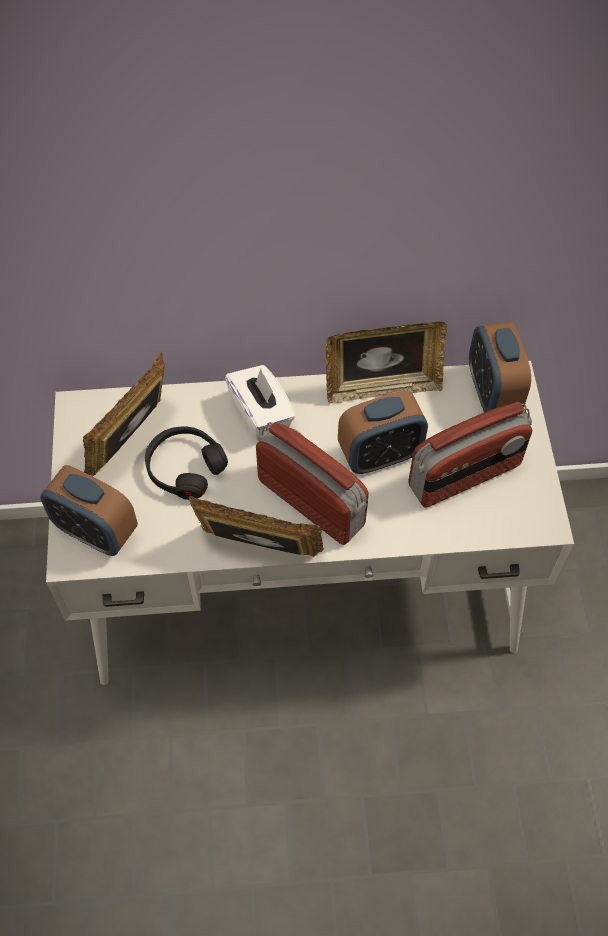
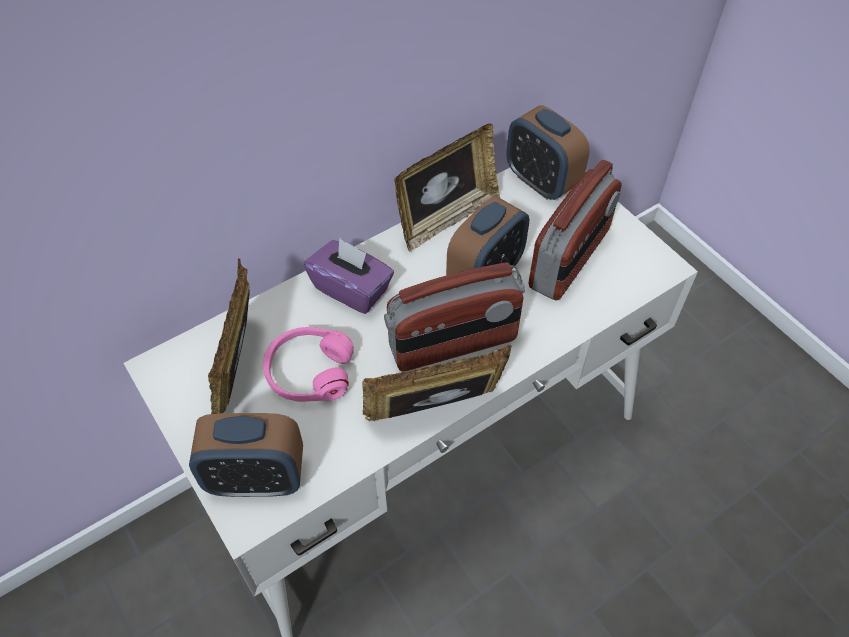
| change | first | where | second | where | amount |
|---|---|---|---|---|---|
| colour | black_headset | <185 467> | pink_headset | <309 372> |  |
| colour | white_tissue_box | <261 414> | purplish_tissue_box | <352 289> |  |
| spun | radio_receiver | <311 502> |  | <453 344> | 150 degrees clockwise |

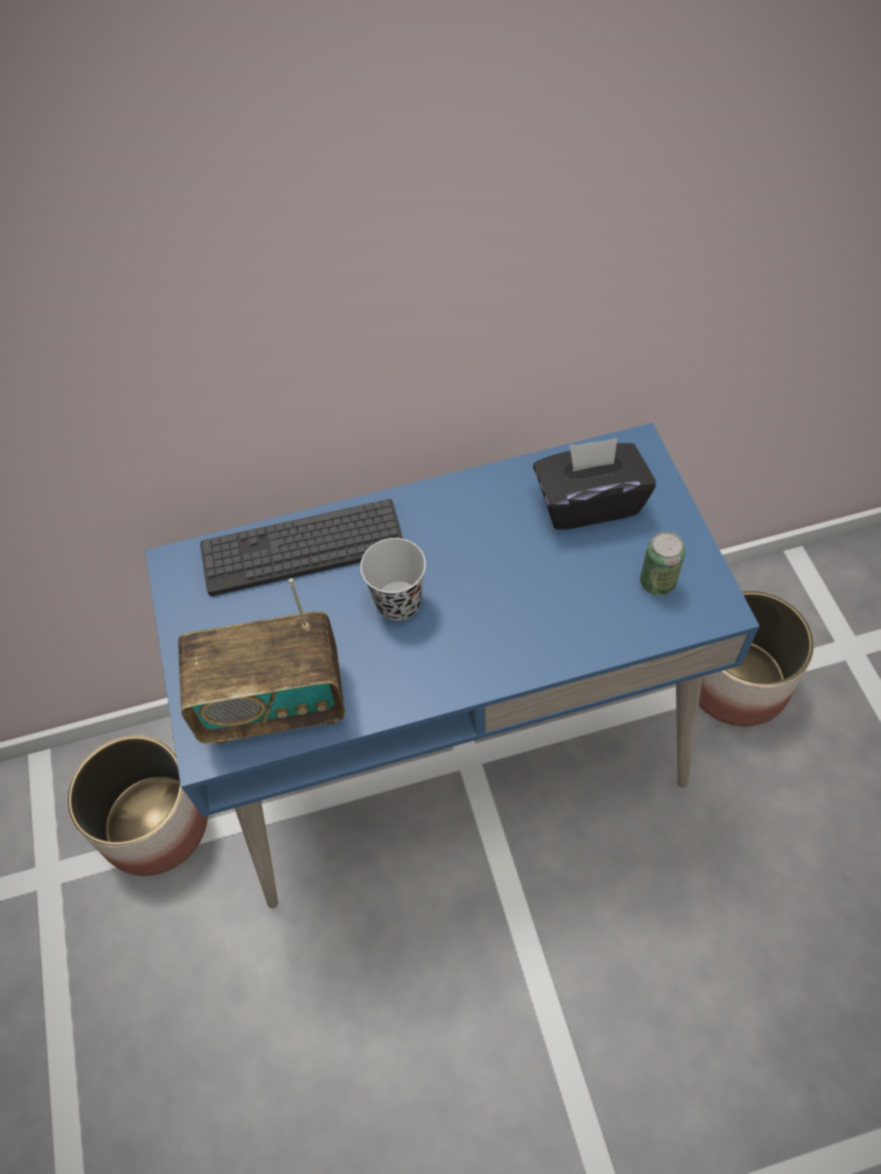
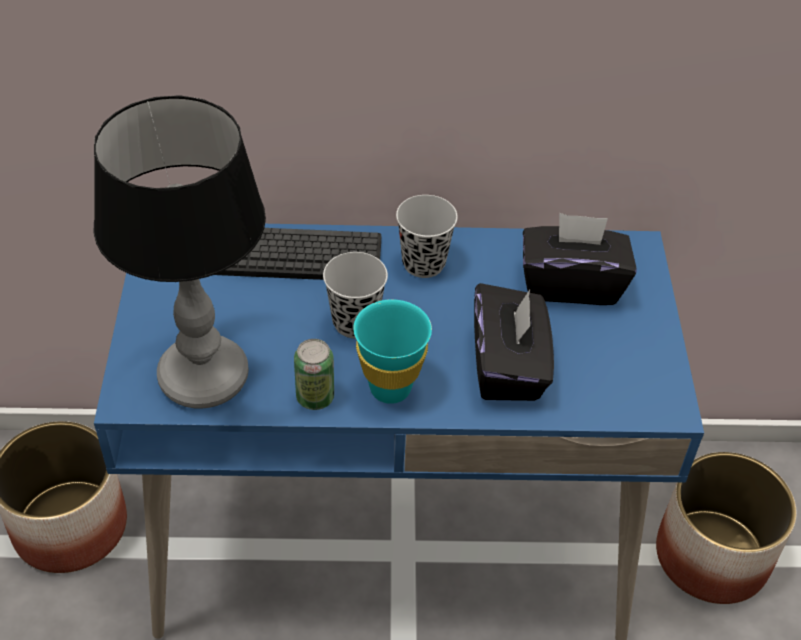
| change | first | where | second | where | amount |
|---|---|---|---|---|---|
| exchanged | radio_receiver | <273 703> | lamp_for_a_table | <205 376> |  |
| relocated | can | <657 582> |  | <315 397> |  |
| appeared |  |  | blue-green_cup | <390 388> |  |
| appeared |  |  | black_cup | <423 263> |  |
| appeared |  |  | black_tissue_box | <508 366> |  |

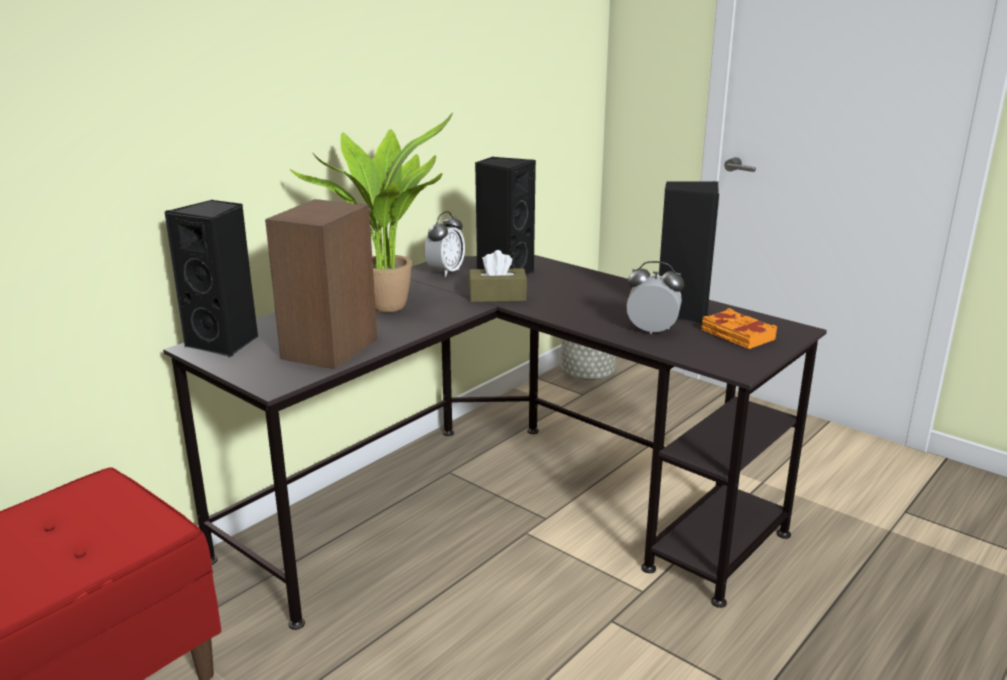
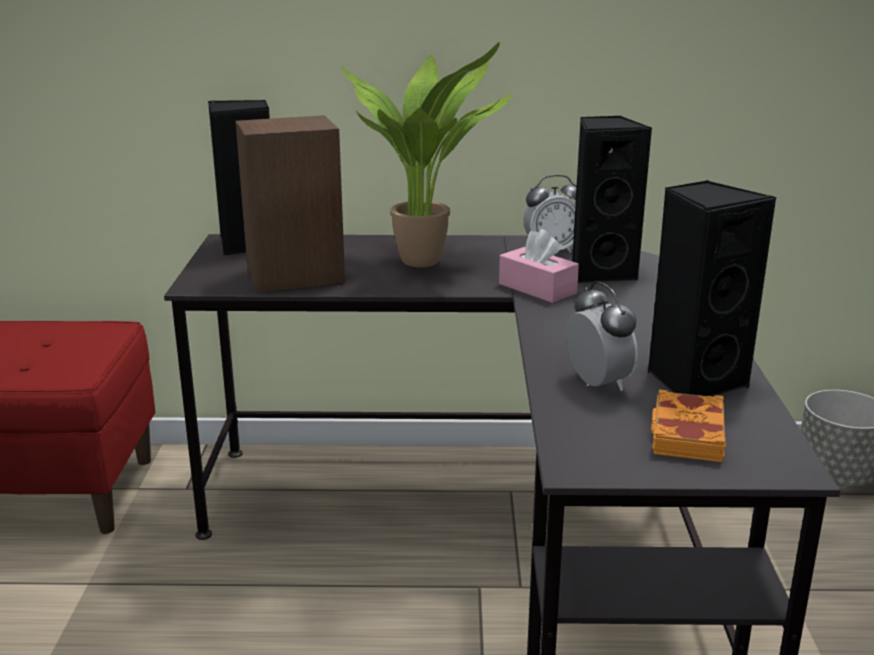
| change | first | where | second | where | amount |
|---|---|---|---|---|---|
| colour | brownish_tissue_box | <497 296> | pink_tissue_box | <537 288> |  |

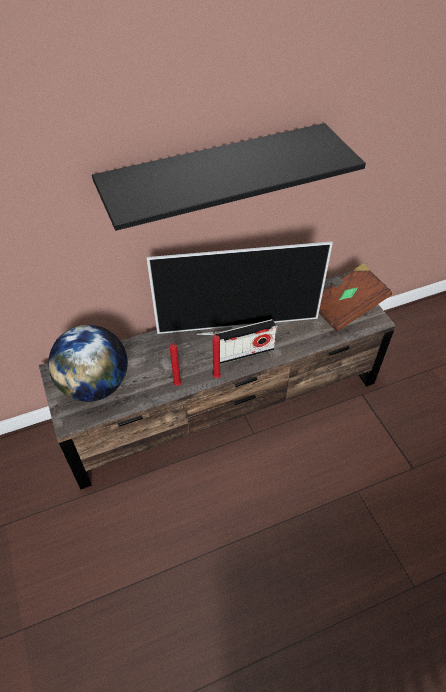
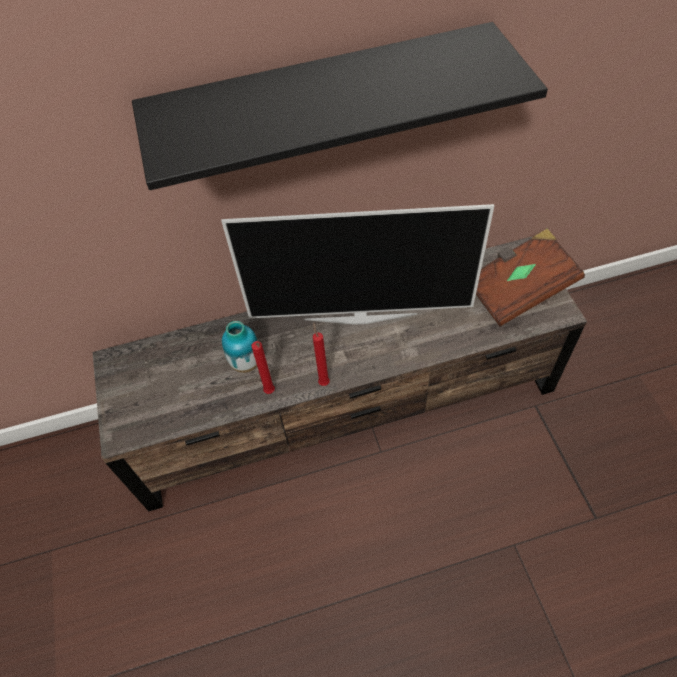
| change | first | where | second | where | amount |
|---|---|---|---|---|---|
| appeared |  |  | flower_vase | <246 363> |  |
| missing | desk_globe | <95 385> |  |  |  |
| missing | radio_receiver | <244 353> |  |  |  |

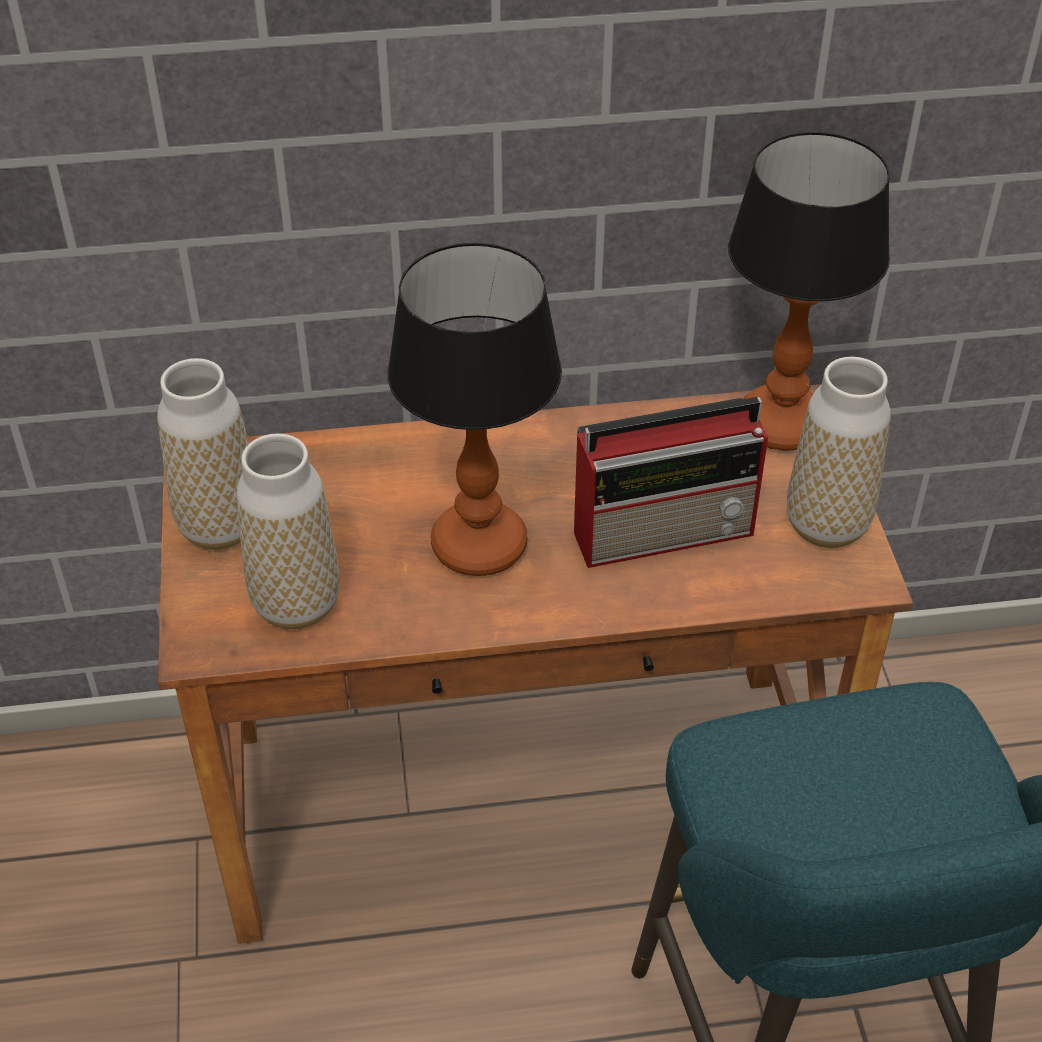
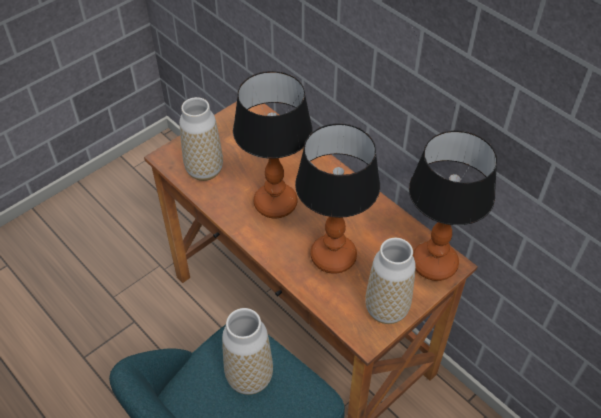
| change | first | where | second | where | amount |
|---|---|---|---|---|---|
| relocated | flower_vase | <220 527> |  | <249 377> |  |
| exchanged | radio_receiver | <667 531> | lamp_for_a_table | <334 256> |  |

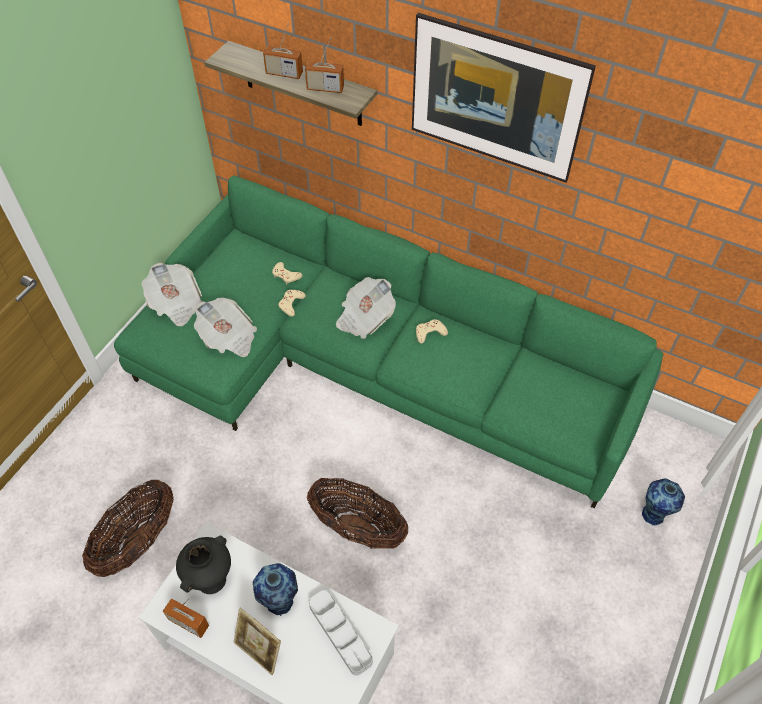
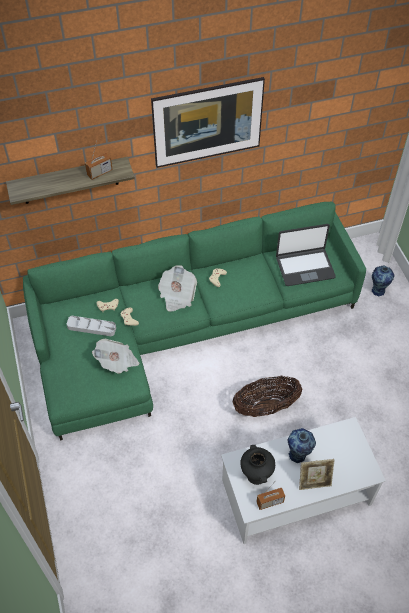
| change | first | where | second | where | amount |
|---|---|---|---|---|---|
| relocated | gray_carrying_tray | <340 633> |  | <91 327> |  |
| appeared |  |  | portable_computer | <304 267> |  |
| missing | household_basket | <138 541> |  |  |  |
| missing | printed_paper | <176 304> |  |  |  |
| missing | radio_receiver | <284 73> |  |  |  |

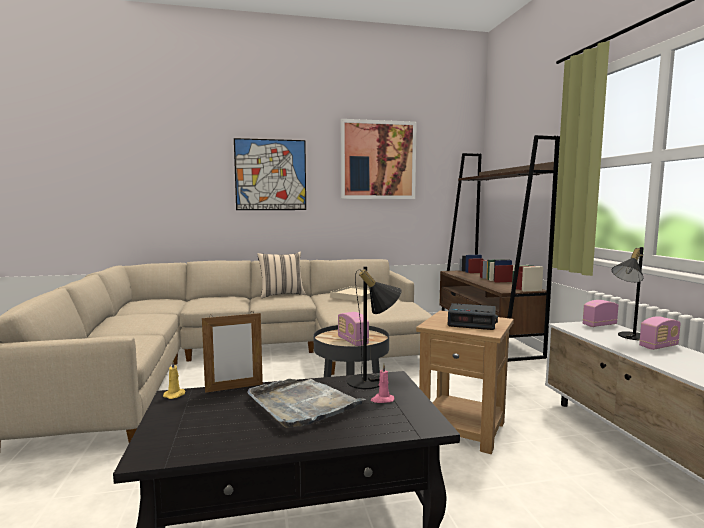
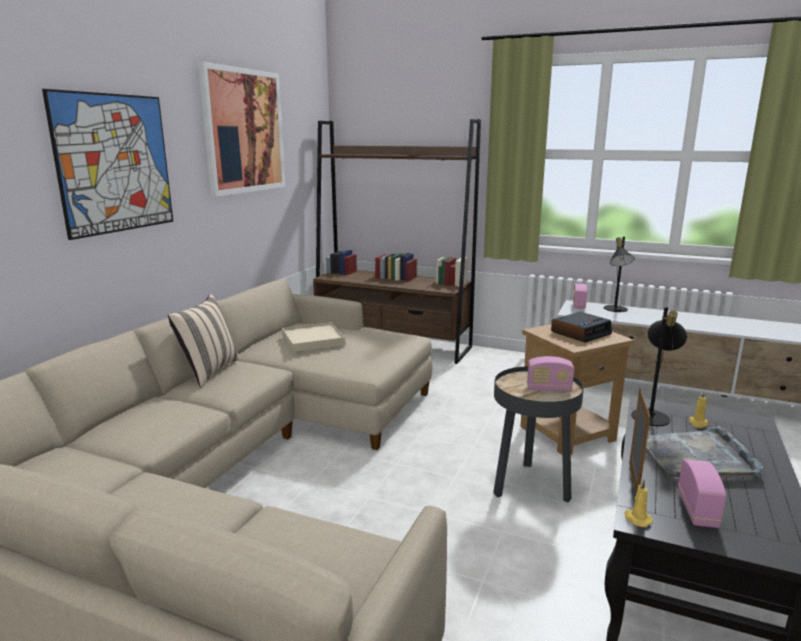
| change | first | where | second | where | amount |
|---|---|---|---|---|---|
| relocated | radio_receiver | <658 346> |  | <697 510> |  |
| colour | pink_wax_candle | <382 400> | yellow_wax_candle | <698 423> |  |

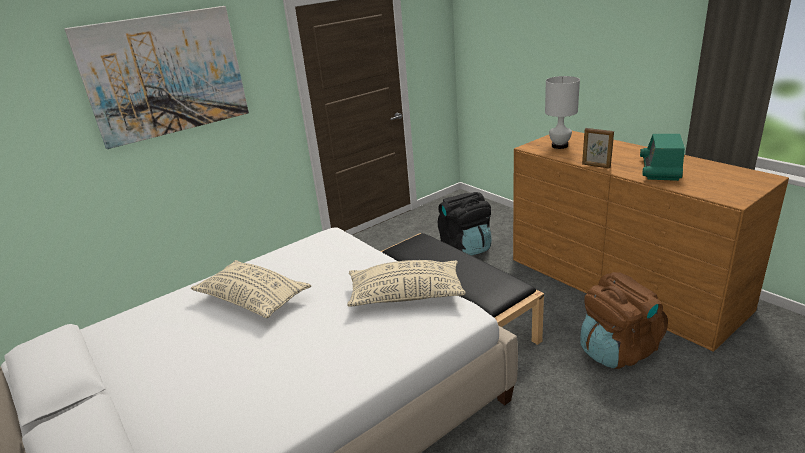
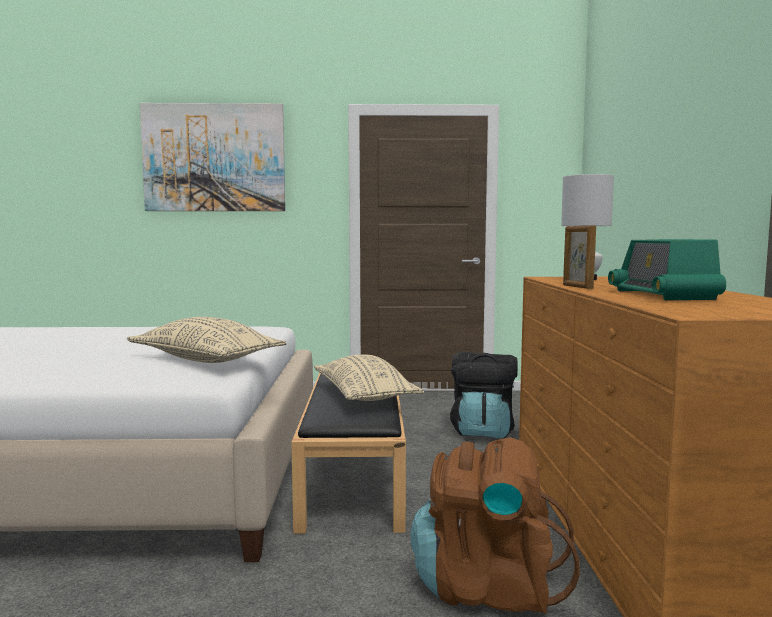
| change | first | where | second | where | amount |
|---|---|---|---|---|---|
| relocated | beige-coloured_pillow | <253 299> |  | <364 395> |  |
| spun | radio_receiver | <660 169> |  | <662 295> | 60 degrees counterclockwise |

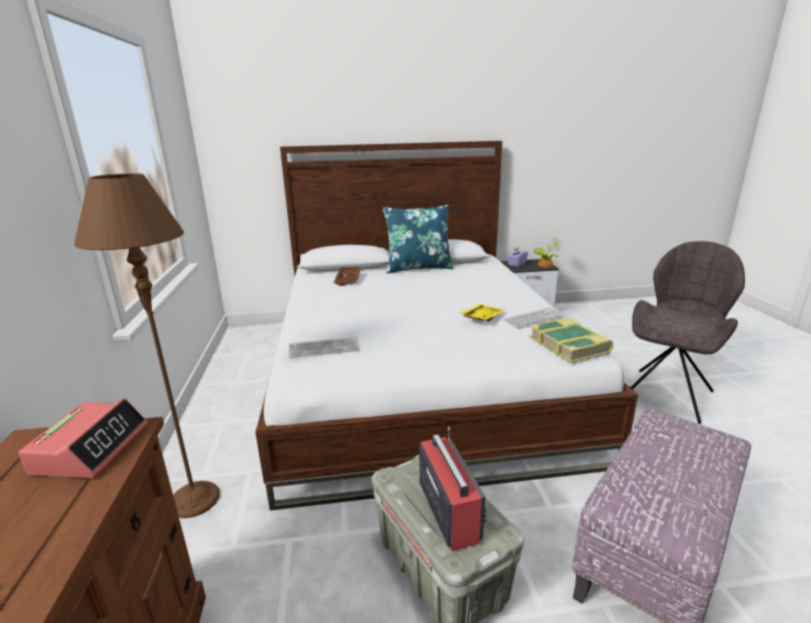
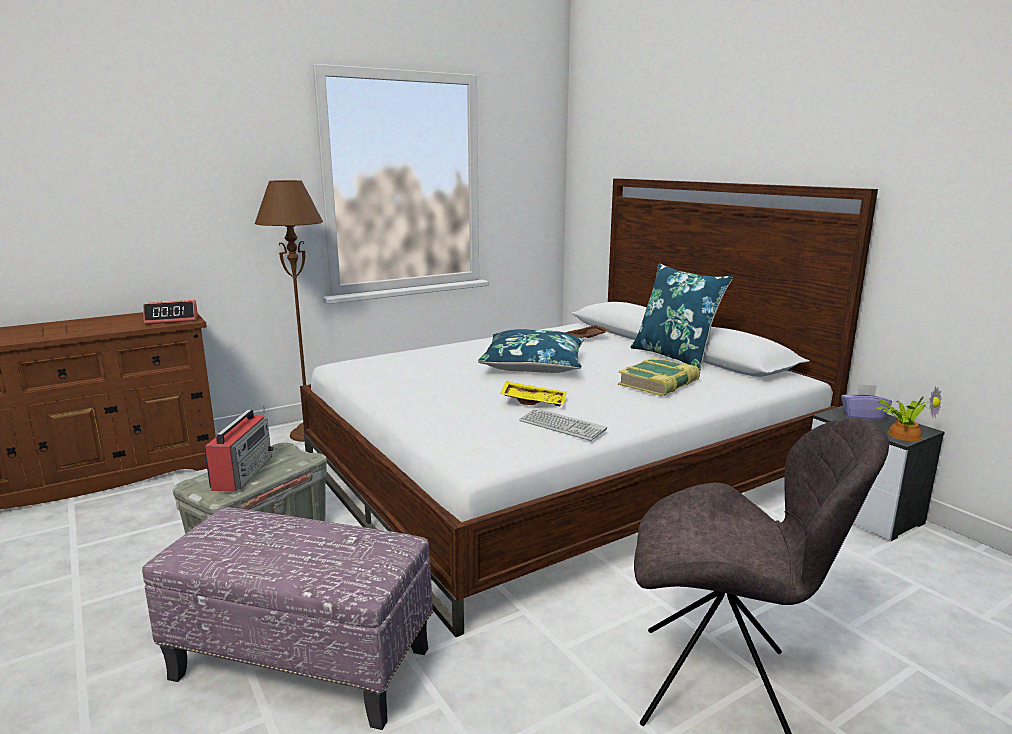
| change | first | where | second | where | amount |
|---|---|---|---|---|---|
| spun | radio_receiver | <448 509> |  | <243 472> | 45 degrees counterclockwise |
| appeared |  |  | blue_pillow | <533 365> |  |
| relocated | volume | <569 345> |  | <659 383> |  |
| missing | computer_keyboard | <324 348> |  |  |  |

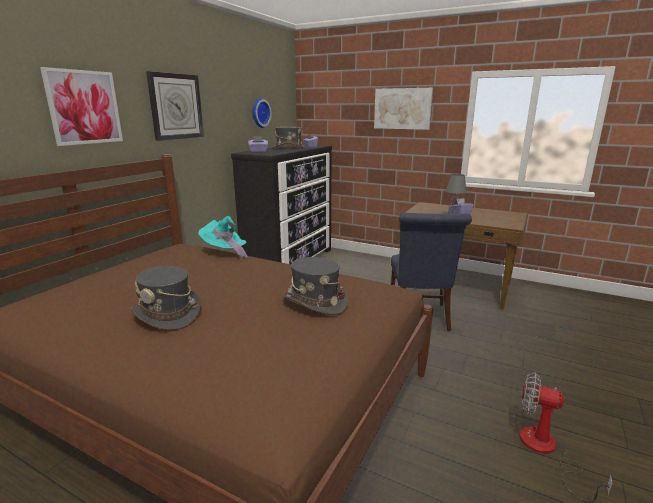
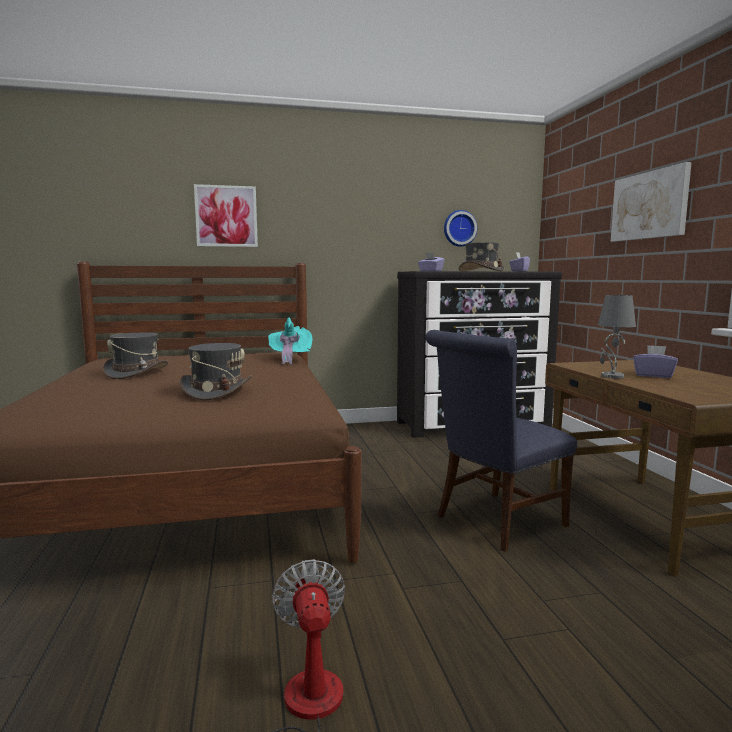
| change | first | where | second | where | amount |
|---|---|---|---|---|---|
| missing | wall_clock | <176 106> |  |  |  |

